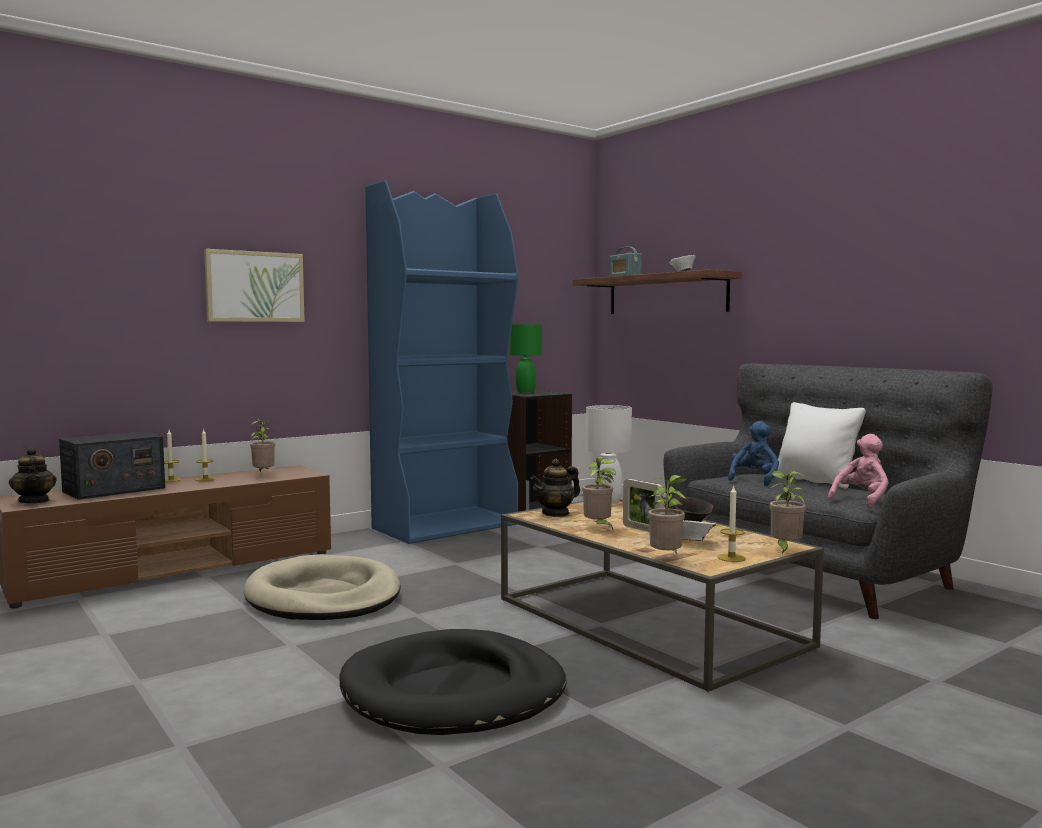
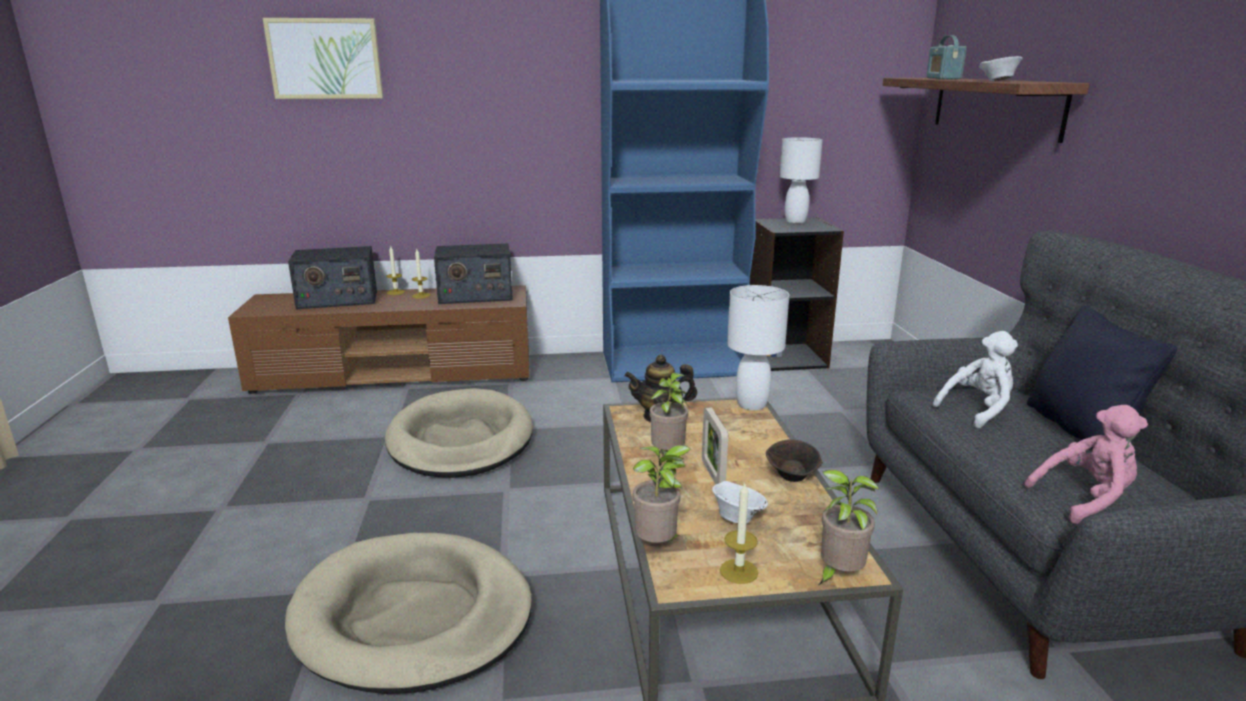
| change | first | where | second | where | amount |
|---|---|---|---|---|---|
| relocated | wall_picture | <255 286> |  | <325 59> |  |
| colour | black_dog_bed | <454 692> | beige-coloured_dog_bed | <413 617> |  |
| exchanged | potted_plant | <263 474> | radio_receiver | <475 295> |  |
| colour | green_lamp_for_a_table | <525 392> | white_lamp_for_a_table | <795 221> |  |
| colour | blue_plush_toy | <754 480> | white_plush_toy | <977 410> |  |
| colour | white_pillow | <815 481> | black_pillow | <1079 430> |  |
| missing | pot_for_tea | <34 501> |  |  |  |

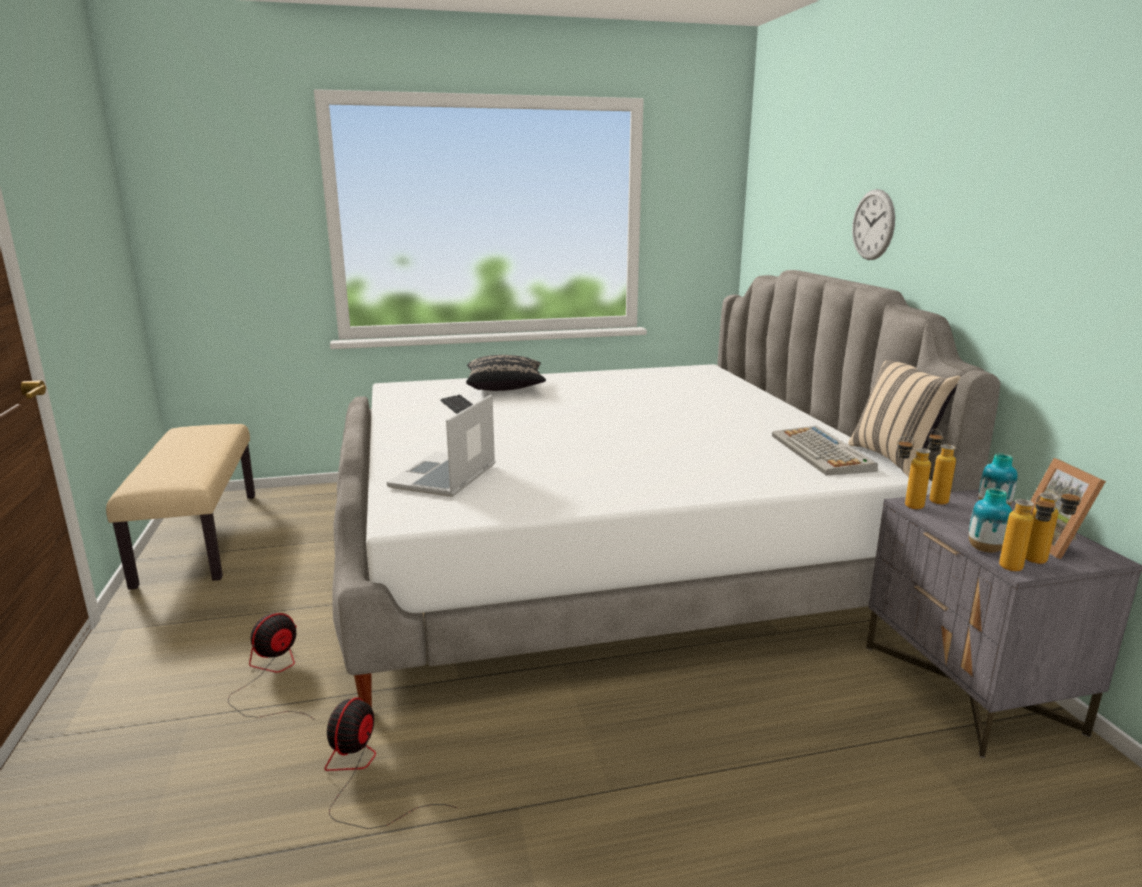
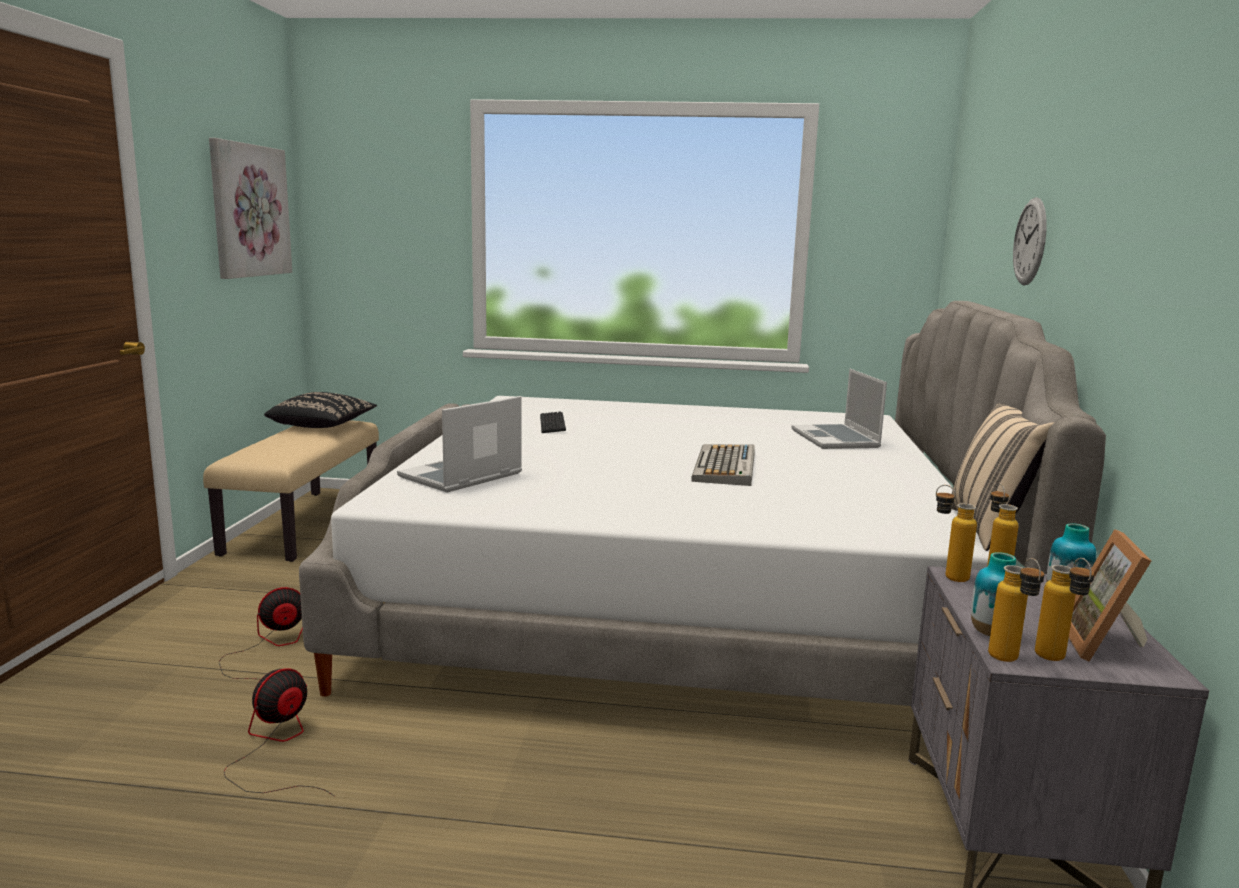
| change | first | where | second | where | amount |
|---|---|---|---|---|---|
| appeared |  |  | wall_picture | <249 211> |  |
| relocated | black_pillow | <505 388> |  | <322 426> |  |
| relocated | computer_keyboard | <822 453> |  | <725 467> |  |
| appeared |  |  | portable_computer | <836 439> |  |

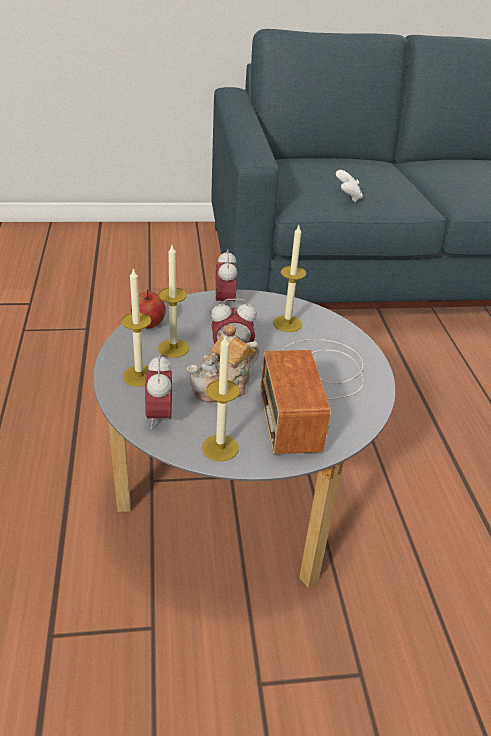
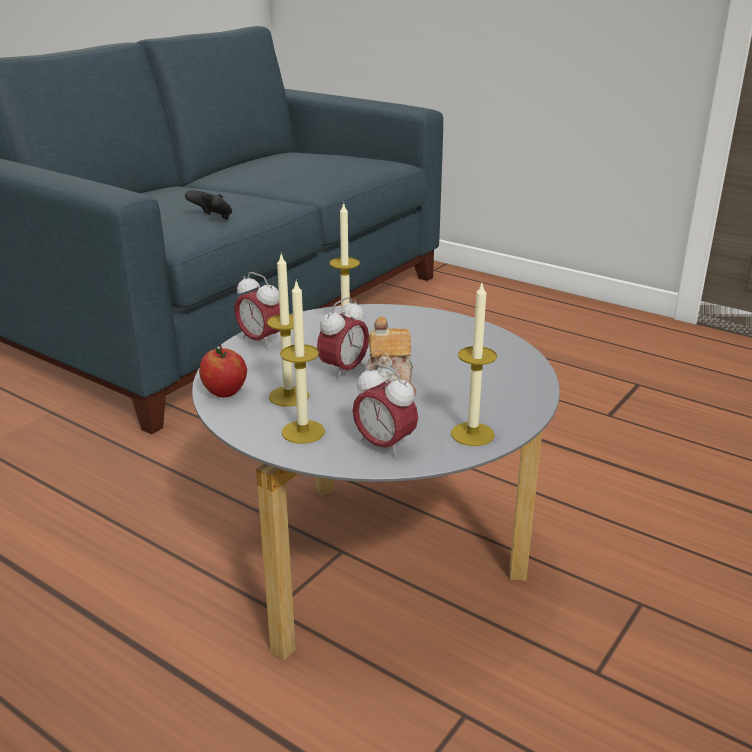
| change | first | where | second | where | amount |
|---|---|---|---|---|---|
| colour | white_joypad | <347 197> | black_joypad | <212 218> |  |
| missing | radio_receiver | <314 389> |  |  |  |

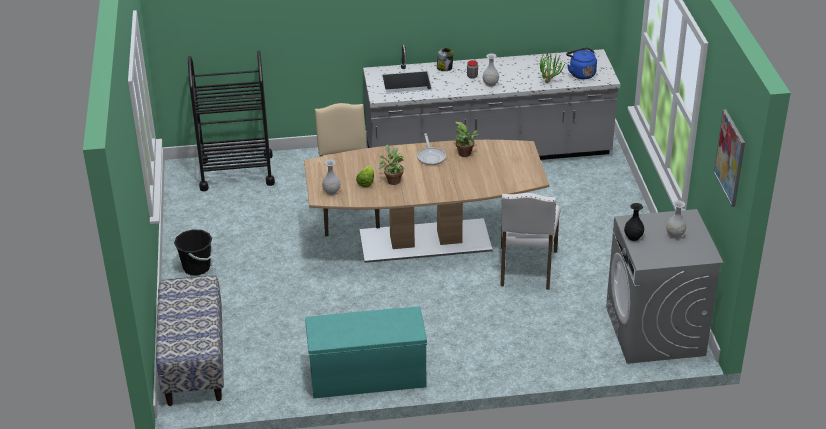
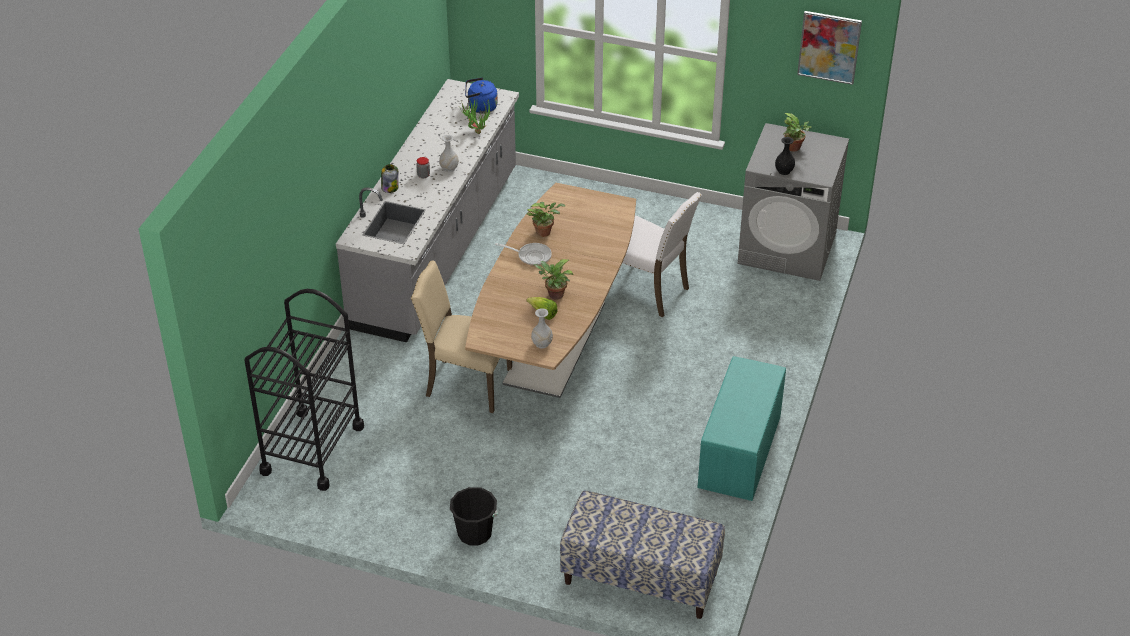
| change | first | where | second | where | amount |
|---|---|---|---|---|---|
| exchanged | white_flower_vase | <674 234> | potted_plant | <795 148> |  |

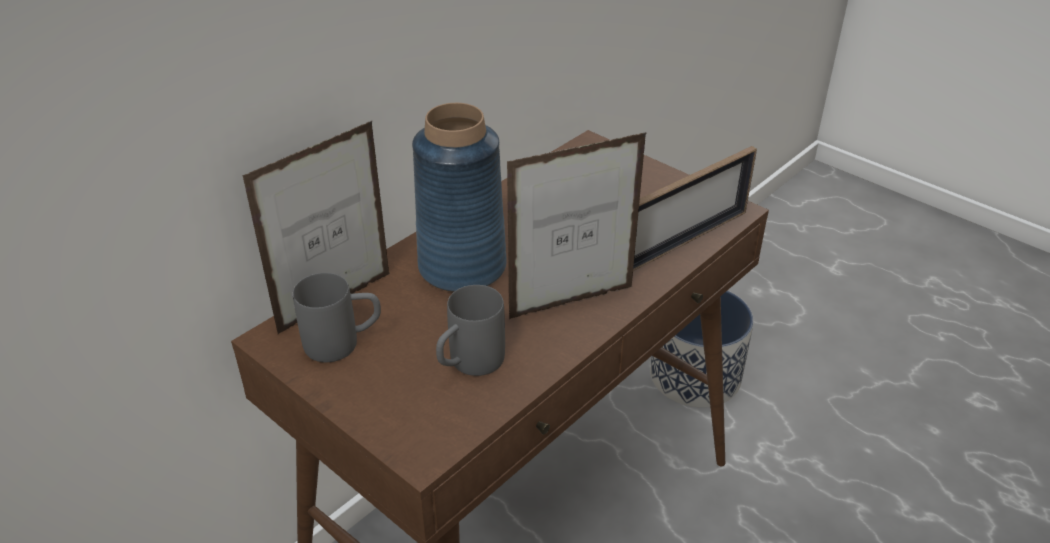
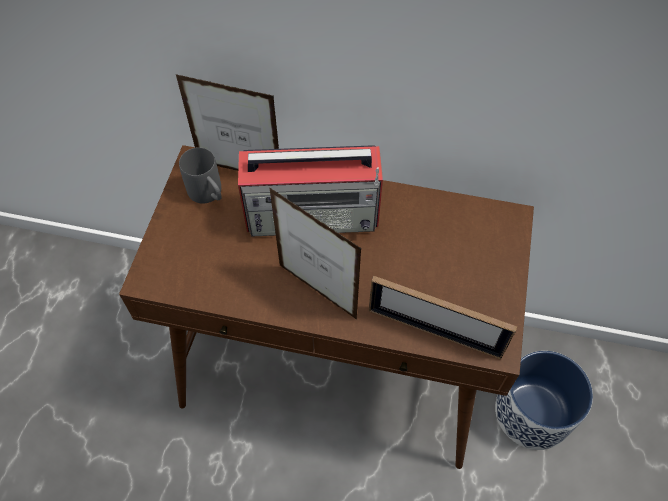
| change | first | where | second | where | amount |
|---|---|---|---|---|---|
| exchanged | blue_flower_vase | <462 266> | radio_receiver | <314 214> |  |
| missing | gray_mug | <468 364> |  |  |  |

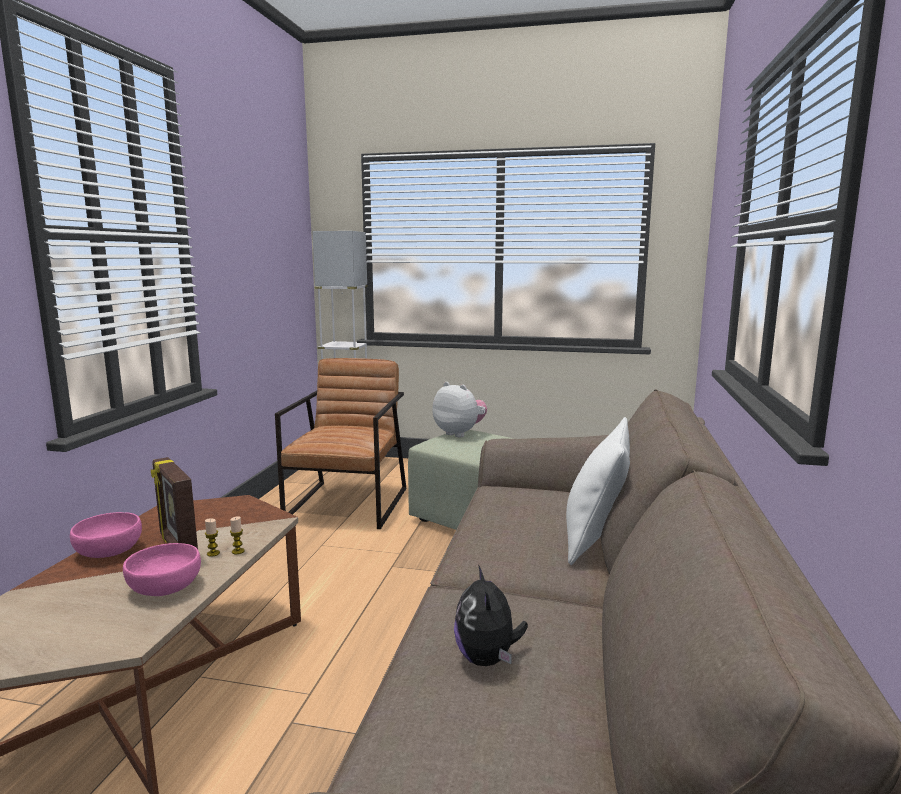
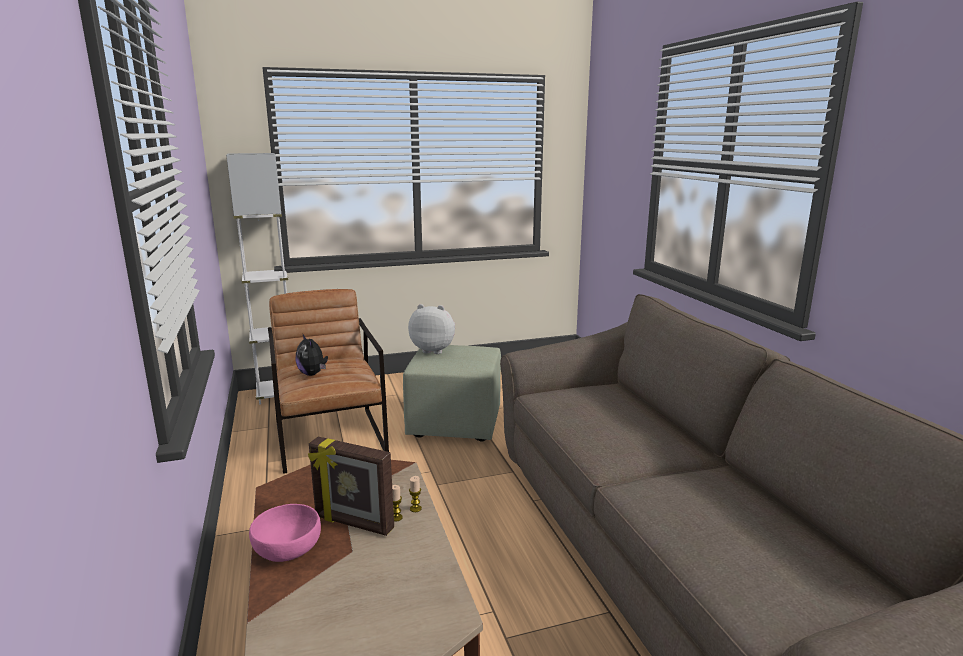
| change | first | where | second | where | amount |
|---|---|---|---|---|---|
| relocated | plush_toy | <487 659> |  | <313 374> |  |
| missing | pink_serving_bowl | <165 588> |  |  |  |
| missing | white_pillow | <594 540> |  |  |  |

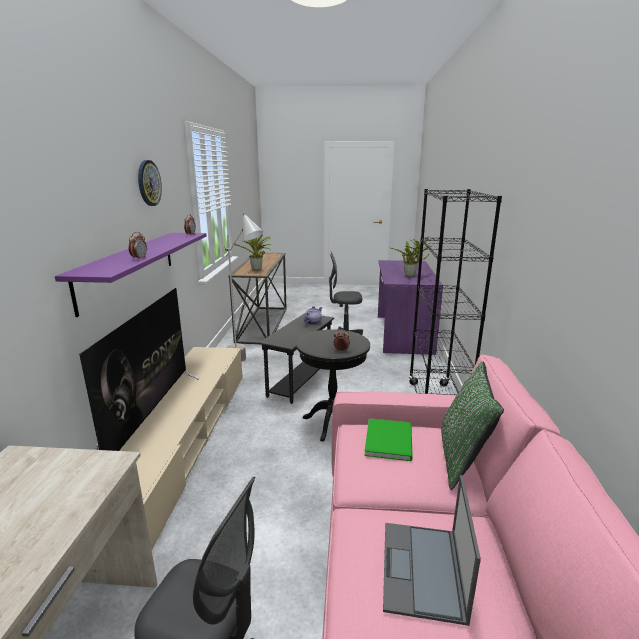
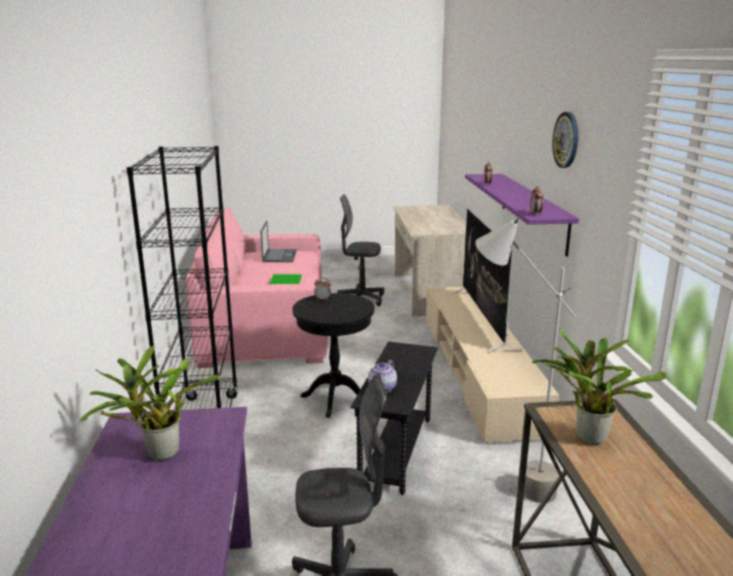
| change | first | where | second | where | amount |
|---|---|---|---|---|---|
| missing | green_pillow | <462 458> |  |  |  |

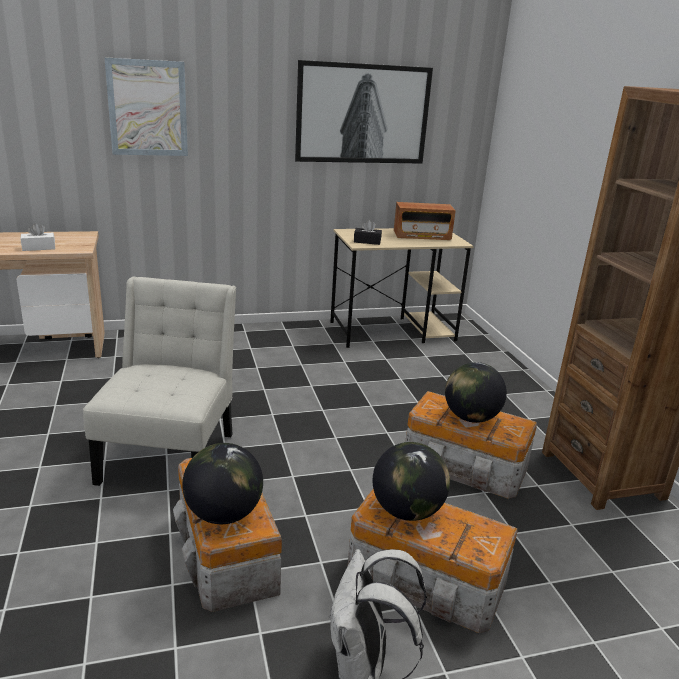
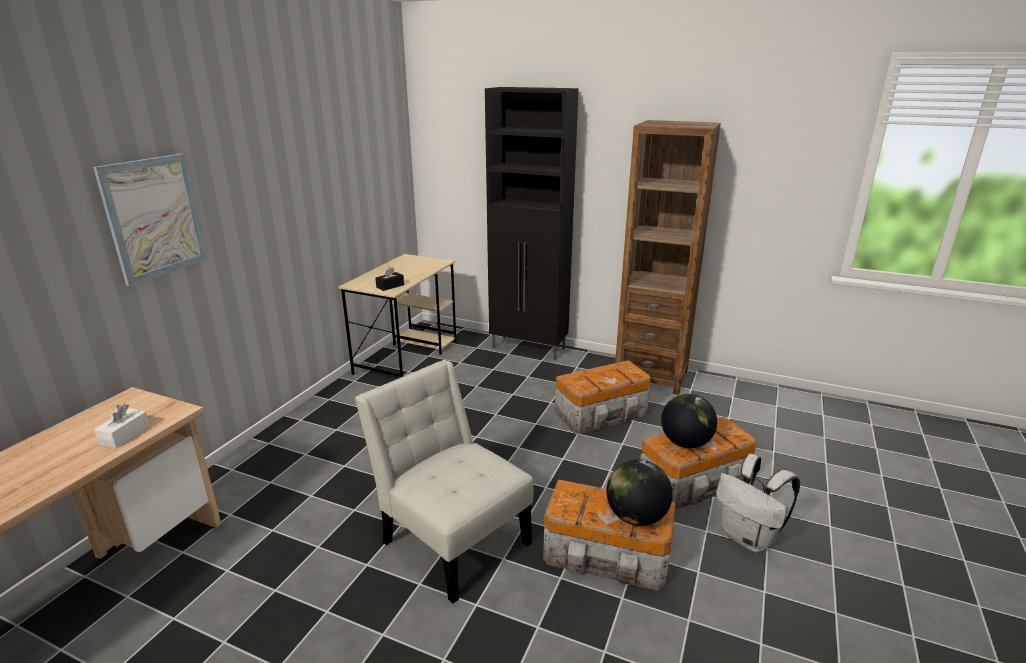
| change | first | where | second | where | amount |
|---|---|---|---|---|---|
| appeared |  |  | black_cupboard | <529 348> |  |
| missing | wall_picture | <363 114> |  |  |  |
| missing | radio_receiver | <422 236> |  |  |  |
| missing | desk_globe | <471 418> |  |  |  |

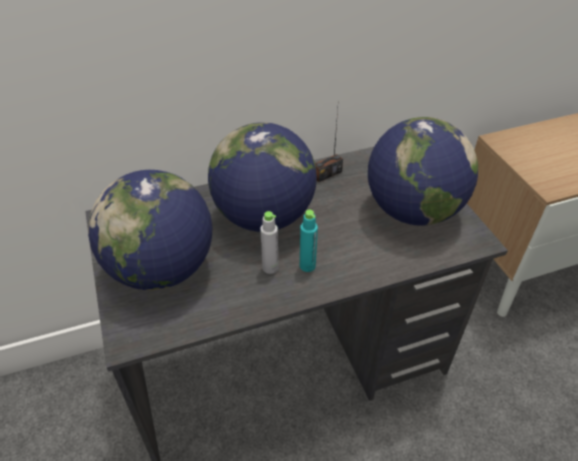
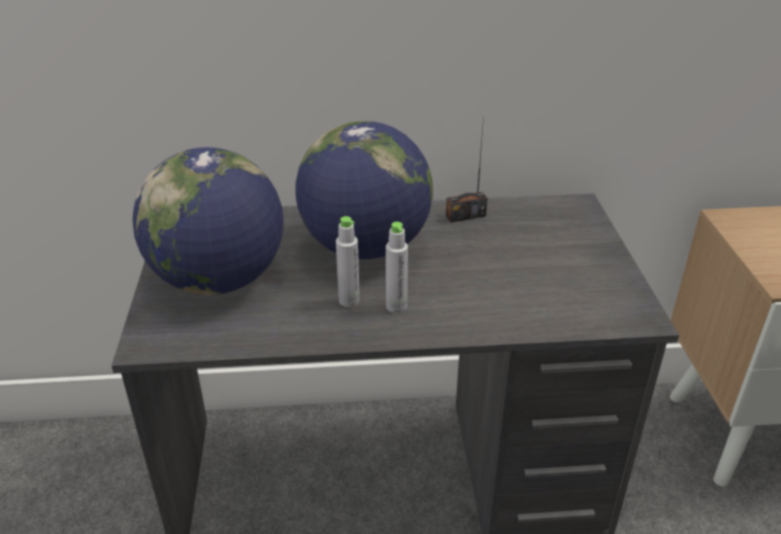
| change | first | where | second | where | amount |
|---|---|---|---|---|---|
| colour | blue-green_beverage_bottle | <307 266> | gray_beverage_bottle | <396 306> |  |
| missing | desk_globe | <412 211> |  |  |  |

